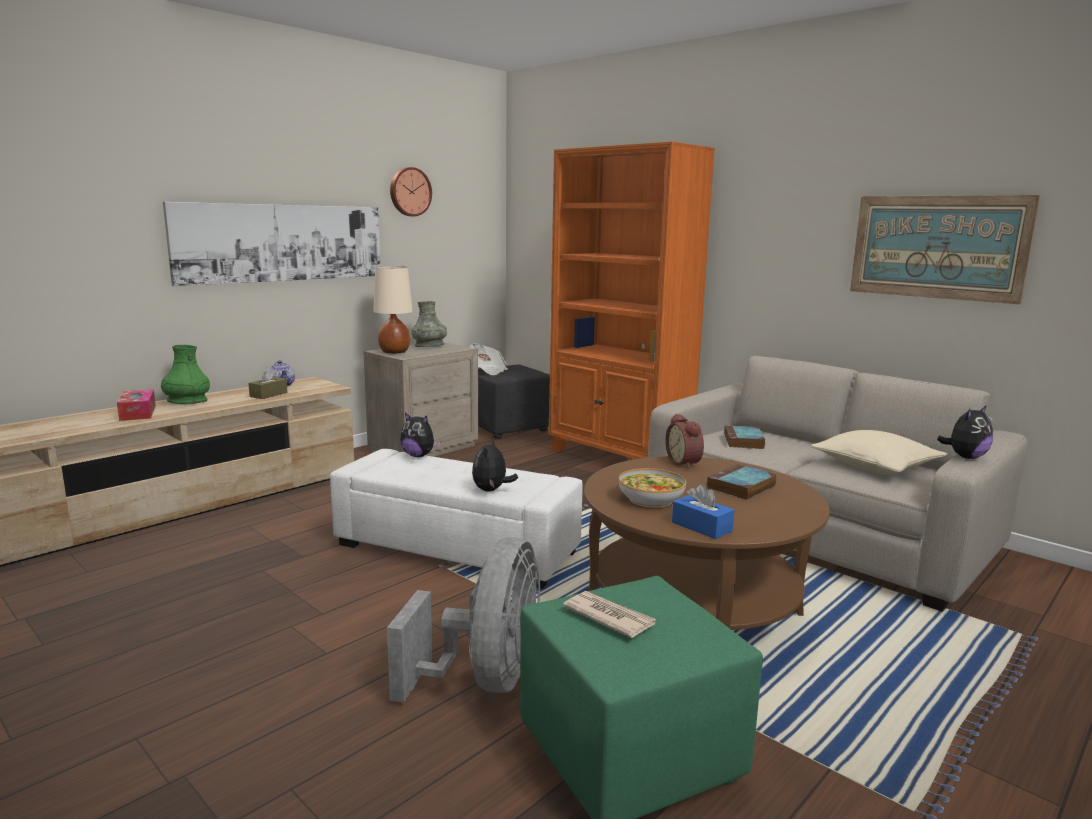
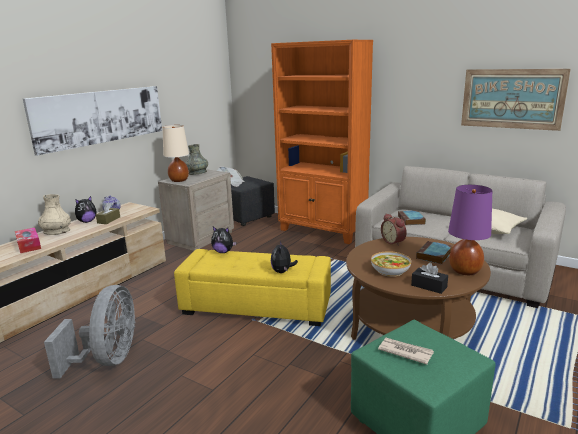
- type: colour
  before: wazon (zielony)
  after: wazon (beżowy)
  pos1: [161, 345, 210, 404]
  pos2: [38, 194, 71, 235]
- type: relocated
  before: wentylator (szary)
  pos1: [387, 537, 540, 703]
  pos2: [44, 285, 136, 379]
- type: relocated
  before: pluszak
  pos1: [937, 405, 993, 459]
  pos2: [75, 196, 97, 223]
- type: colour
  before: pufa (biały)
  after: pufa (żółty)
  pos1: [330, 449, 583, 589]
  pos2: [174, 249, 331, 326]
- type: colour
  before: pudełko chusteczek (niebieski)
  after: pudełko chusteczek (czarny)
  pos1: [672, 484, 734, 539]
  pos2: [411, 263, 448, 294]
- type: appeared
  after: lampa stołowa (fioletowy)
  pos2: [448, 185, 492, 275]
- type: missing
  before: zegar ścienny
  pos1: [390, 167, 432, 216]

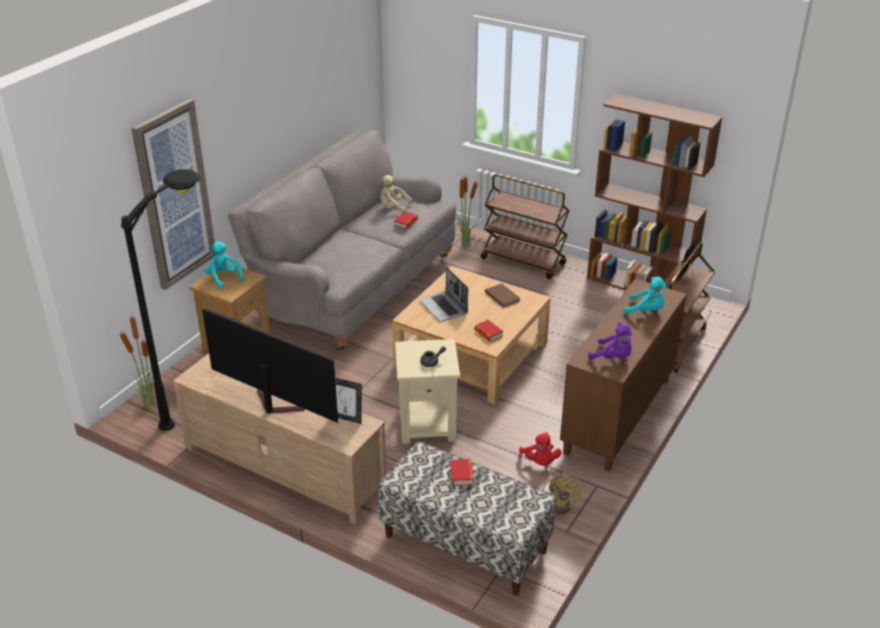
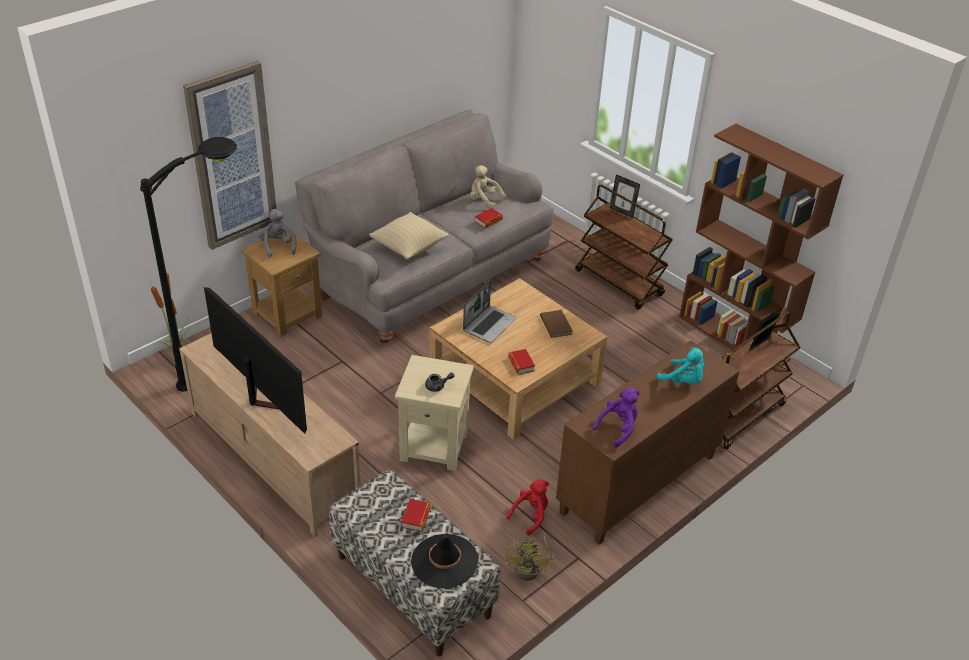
- type: colour
  before: pluszak (turkusowy)
  after: pluszak (szary)
  pos1: [204, 241, 244, 288]
  pos2: [258, 209, 296, 258]
- type: appeared
  after: poduszka (beżowy)
  pos2: [369, 212, 449, 259]
- type: appeared
  after: kapelusz (czarny)
  pos2: [411, 534, 478, 588]
- type: spun
  before: laptop
  pos1: [419, 267, 468, 322]
  pos2: [463, 281, 517, 343]
  turn: -135
- type: spun
  before: pluszak (czerwony)
  pos1: [519, 432, 562, 466]
  pos2: [507, 479, 549, 535]
  turn: -135
- type: spun
  before: pluszak (fioletowy)
  pos1: [588, 322, 632, 360]
  pos2: [592, 387, 640, 448]
  turn: -90
- type: relocated
  before: ramka na zdjęcie
  pos1: [335, 378, 362, 424]
  pos2: [610, 175, 640, 218]
- type: missing
  before: roślina doniczkowa
  pos1: [456, 175, 478, 247]

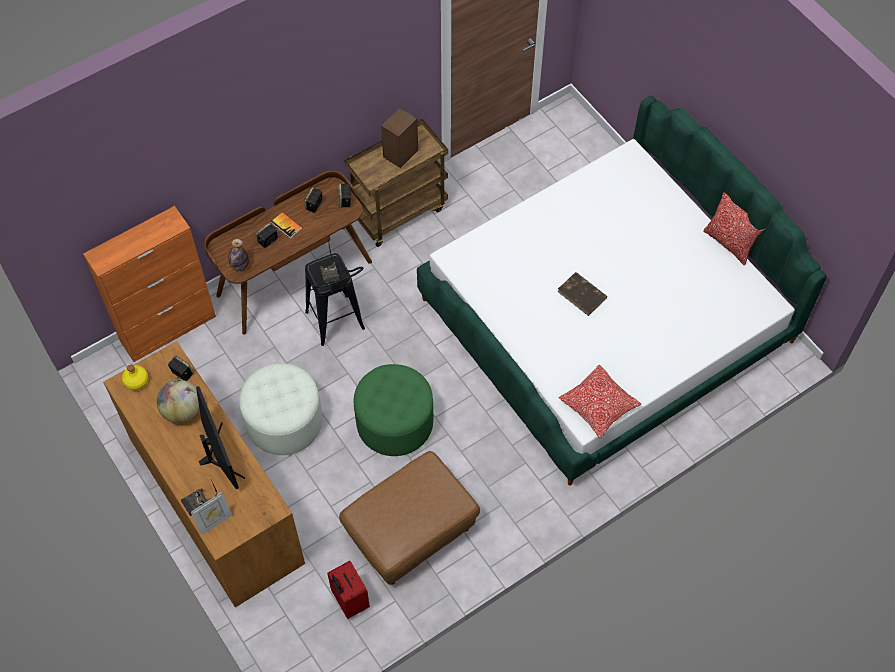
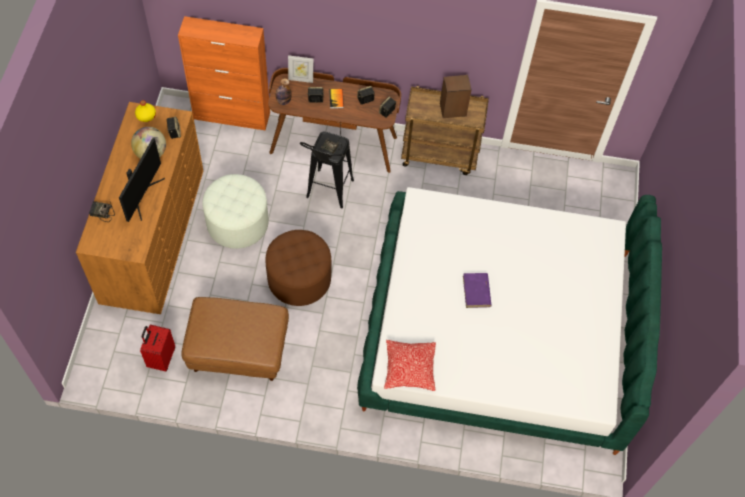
- type: colour
  before: pufa (zielony)
  after: pufa (brązowy)
  pos1: [354, 364, 433, 456]
  pos2: [265, 230, 331, 306]
- type: relocated
  before: ramka na zdjęcie
  pos1: [191, 492, 232, 535]
  pos2: [288, 55, 313, 83]
- type: colour
  before: książka (brązowy)
  after: książka (fioletowy)
  pos1: [558, 272, 607, 316]
  pos2: [463, 273, 492, 308]
- type: missing
  before: poduszka
  pos1: [703, 192, 766, 265]

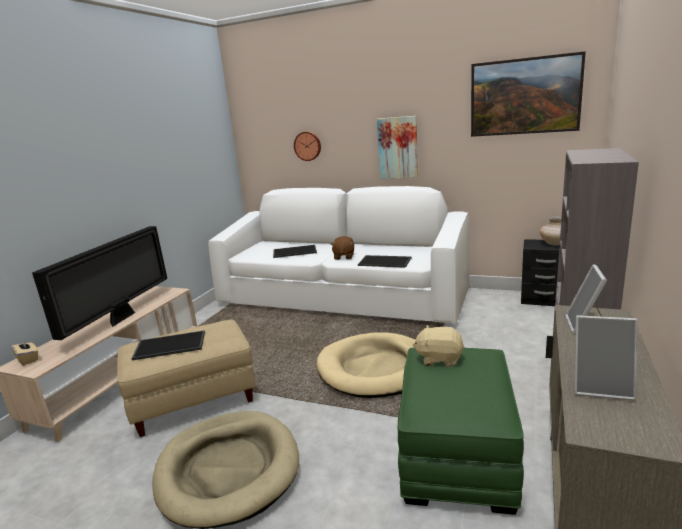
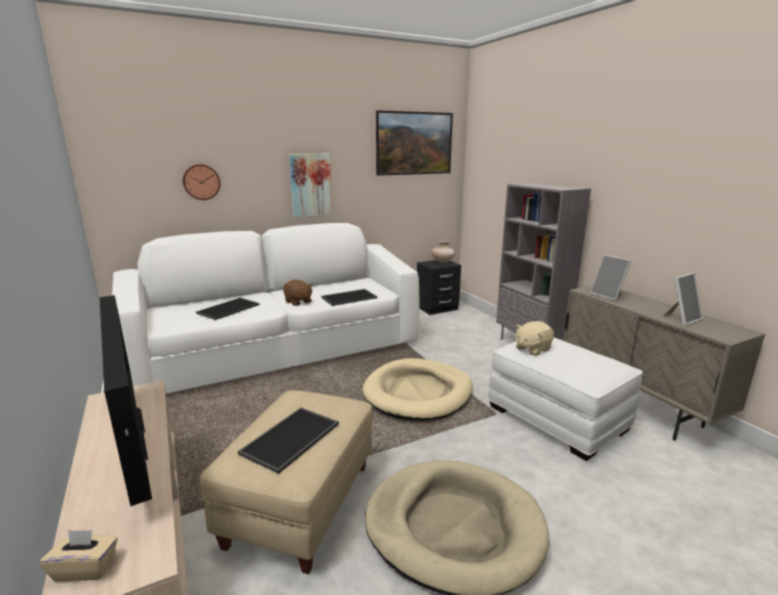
- type: colour
  before: pufa (zielony)
  after: pufa (biały)
  pos1: [398, 347, 524, 515]
  pos2: [488, 338, 643, 461]

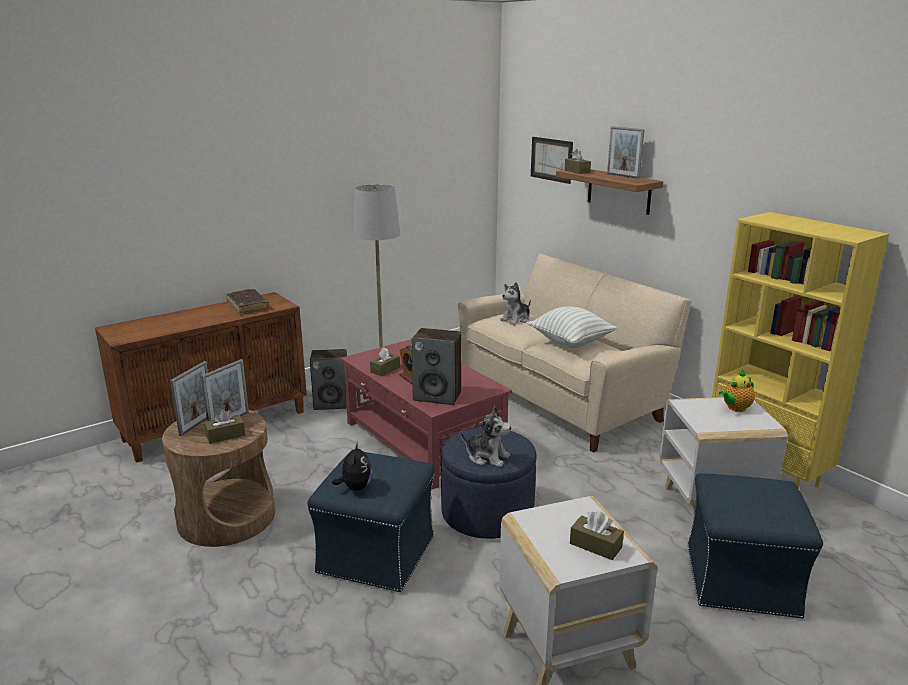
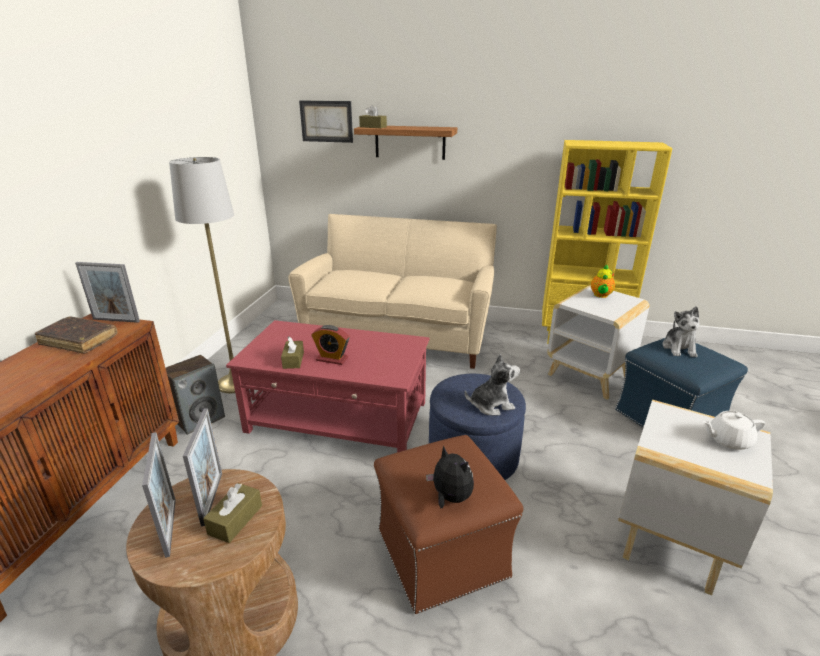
- type: relocated
  before: ramka na zdjęcie
  pos1: [607, 126, 645, 179]
  pos2: [75, 262, 140, 323]
- type: colour
  before: pufa (niebieski)
  after: pufa (brązowy)
  pos1: [307, 452, 435, 592]
  pos2: [374, 435, 523, 614]
- type: relocated
  before: pluszak
  pos1: [500, 282, 531, 325]
  pos2: [663, 306, 699, 357]
- type: exchanged
  before: pudełko chusteczek (brązowy)
  after: imbryk (biały)
  pos1: [570, 511, 624, 560]
  pos2: [703, 411, 765, 450]
- type: missing
  before: głośnik
  pos1: [411, 328, 461, 405]
- type: missing
  before: poduszka
  pos1: [528, 307, 617, 348]

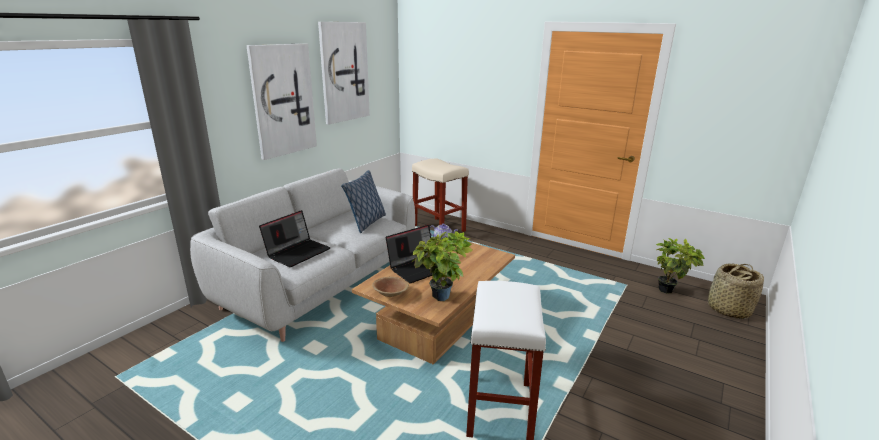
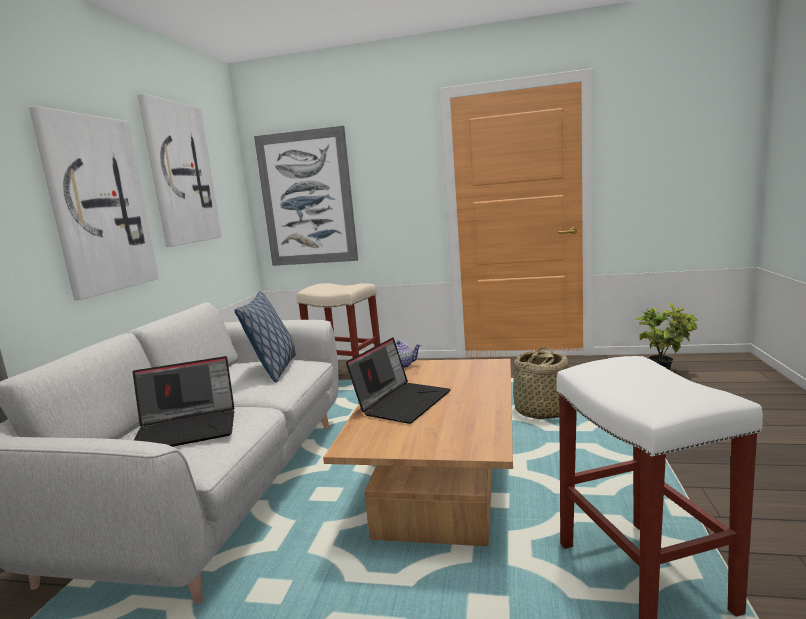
- type: spun
  before: laptop
  pos1: [259, 210, 331, 267]
  pos2: [133, 356, 234, 447]
  turn: 60
- type: appeared
  after: obraz
  pos2: [254, 126, 358, 266]
- type: relocated
  before: koszyk
  pos1: [708, 263, 764, 319]
  pos2: [512, 347, 569, 419]
- type: missing
  before: miska (brązowy)
  pos1: [372, 277, 409, 297]
- type: missing
  before: roślina doniczkowa
  pos1: [412, 231, 473, 301]

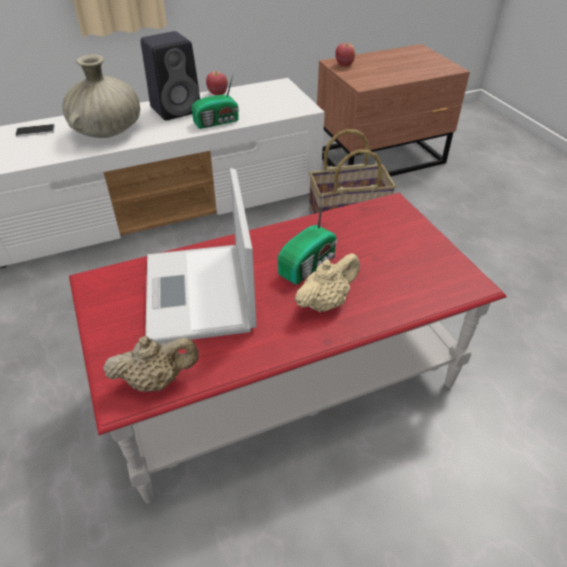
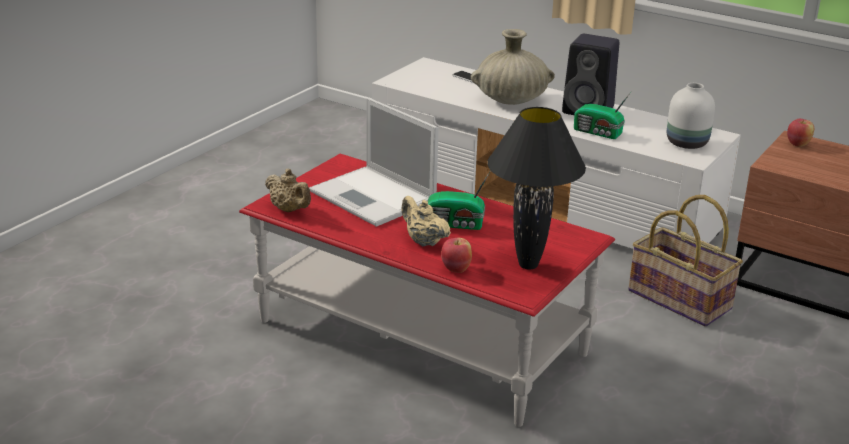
- type: spun
  before: laptop
  pos1: [145, 168, 256, 343]
  pos2: [309, 98, 439, 227]
  turn: -90
- type: spun
  before: imbryk (beżowy)
  pos1: [295, 253, 360, 312]
  pos2: [401, 196, 451, 246]
  turn: -150
- type: relocated
  before: jabłko
  pos1: [206, 71, 228, 95]
  pos2: [441, 237, 472, 273]
- type: appeared
  after: lampa stołowa (czarny)
  pos2: [487, 107, 586, 269]
- type: appeared
  after: wazon (biały)
  pos2: [667, 83, 715, 149]

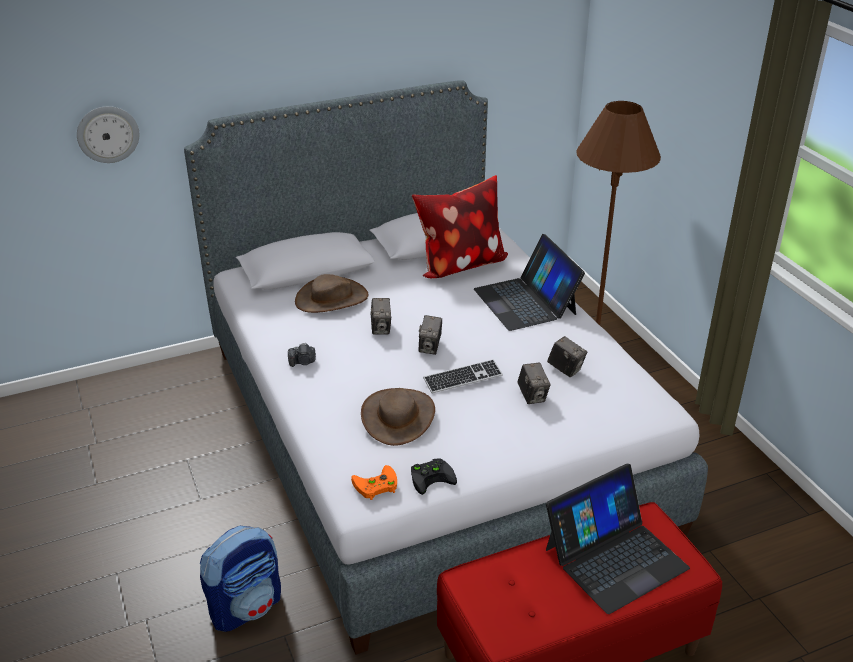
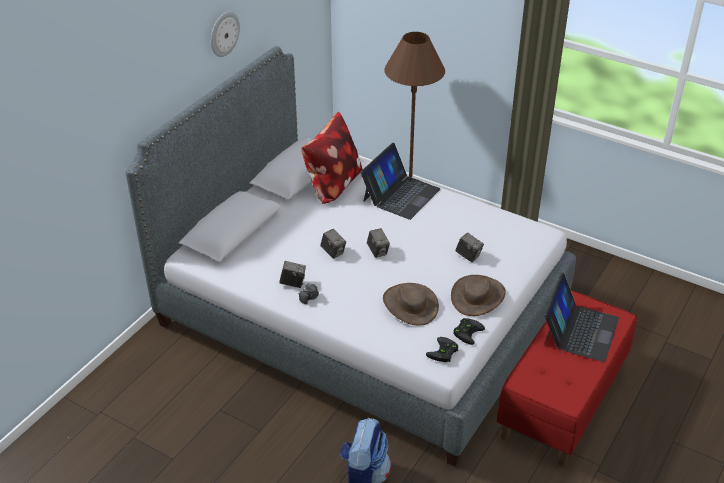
- type: relocated
  before: zegar ścienny
  pos1: [77, 106, 139, 163]
  pos2: [211, 12, 240, 57]
- type: relocated
  before: aparat fotograficzny
  pos1: [547, 336, 587, 377]
  pos2: [280, 261, 306, 288]
- type: spun
  before: laptop
  pos1: [474, 234, 585, 331]
  pos2: [360, 143, 440, 220]
  turn: -90
- type: colour
  before: pad do gier (pomarańczowy)
  after: pad do gier (czarny)
  pos1: [351, 465, 397, 500]
  pos2: [426, 337, 458, 362]
- type: relocated
  before: kapelusz (brązowy)
  pos1: [295, 274, 369, 313]
  pos2: [451, 275, 506, 316]
- type: missing
  before: klawiatura
  pos1: [423, 359, 503, 393]

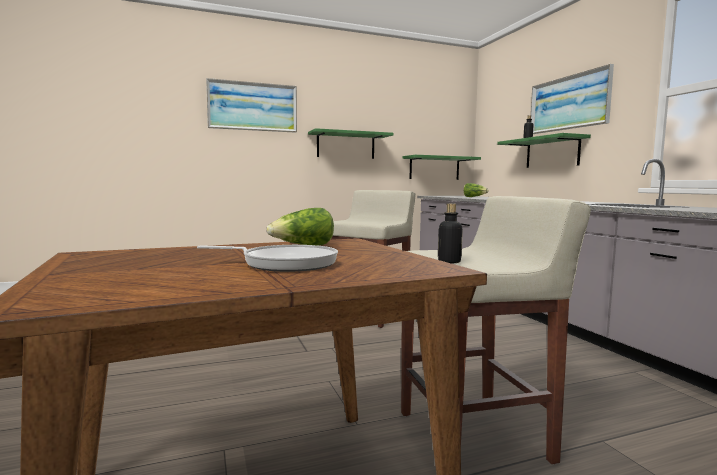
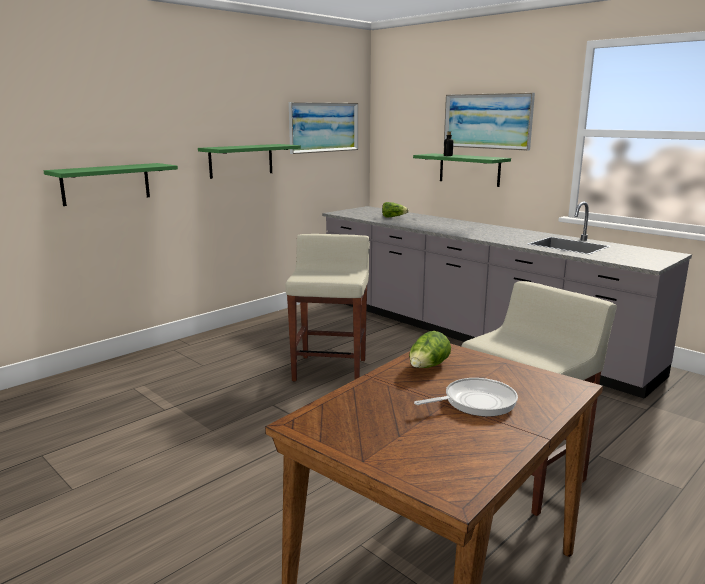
- type: relocated
  before: półka (zielony)
  pos1: [402, 155, 481, 180]
  pos2: [44, 163, 178, 206]
- type: relocated
  before: obraz
  pos1: [206, 78, 297, 133]
  pos2: [289, 102, 358, 154]
- type: missing
  before: butelka
  pos1: [438, 204, 463, 263]

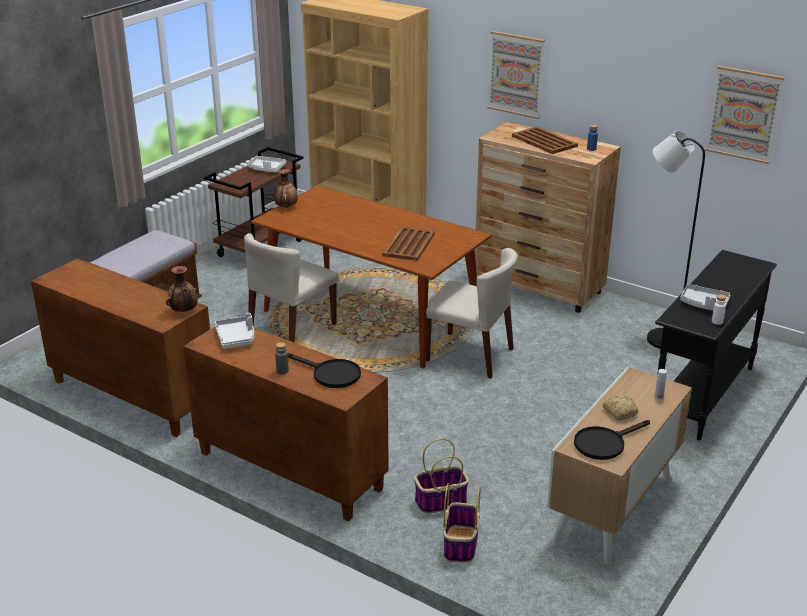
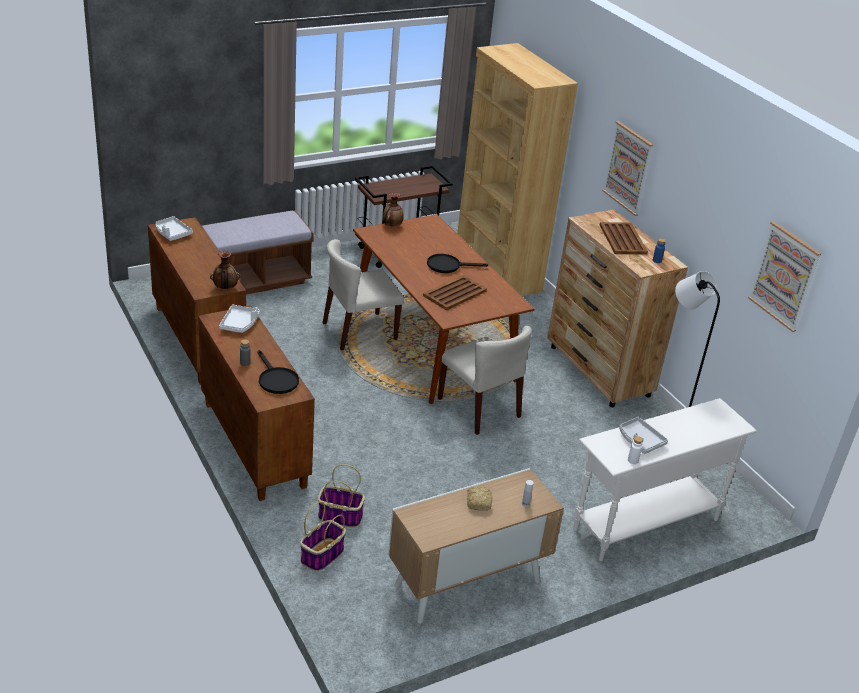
- type: relocated
  before: taca (biały)
  pos1: [248, 156, 286, 172]
  pos2: [156, 216, 193, 241]
- type: relocated
  before: patelnia (czarny)
  pos1: [574, 420, 650, 460]
  pos2: [427, 254, 488, 273]
- type: colour
  before: stolik konsolowy (czarny)
  after: stolik konsolowy (biały)
  pos1: [655, 250, 777, 441]
  pos2: [573, 398, 757, 561]

